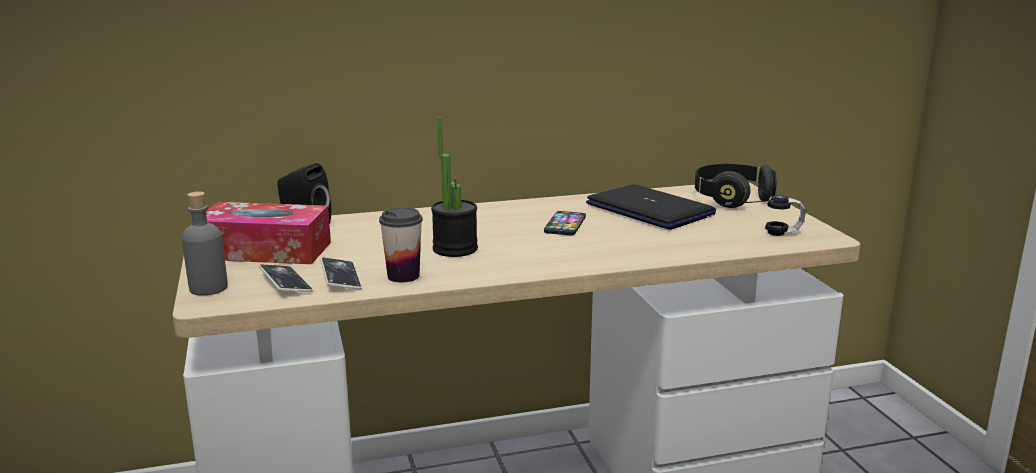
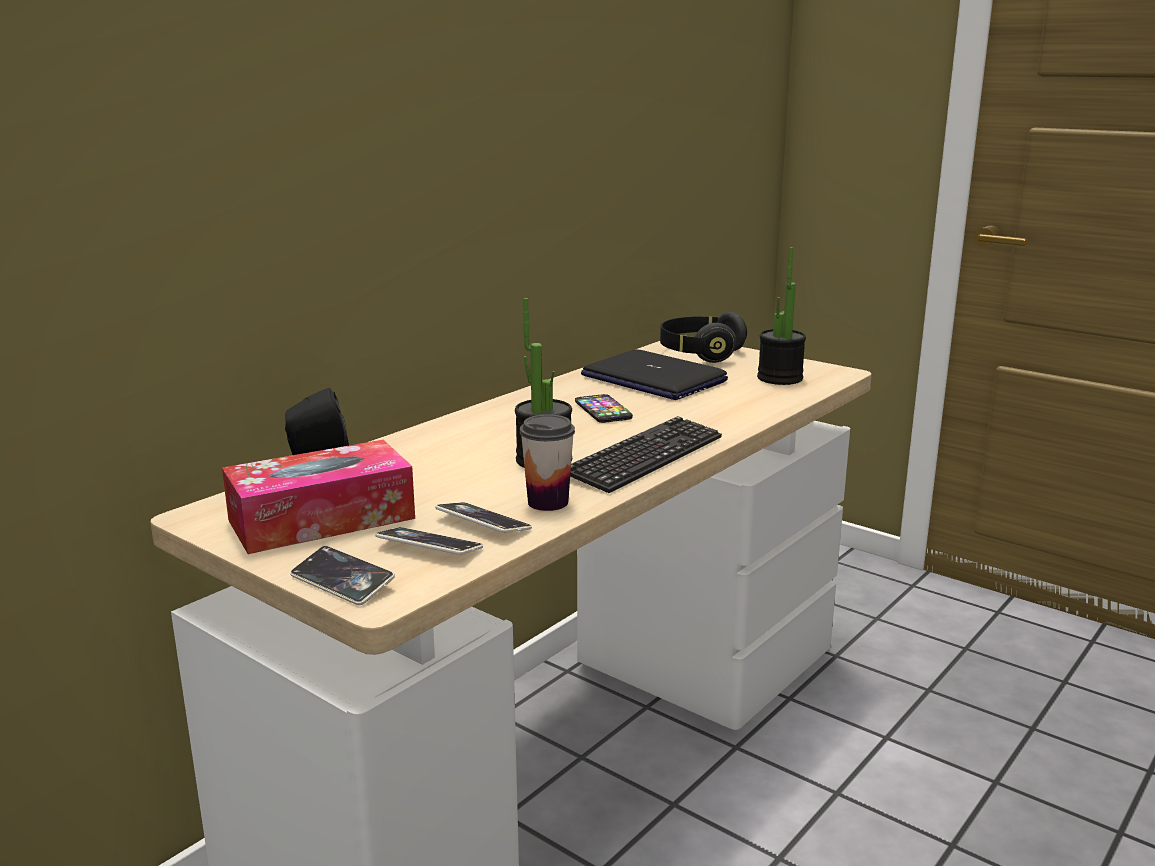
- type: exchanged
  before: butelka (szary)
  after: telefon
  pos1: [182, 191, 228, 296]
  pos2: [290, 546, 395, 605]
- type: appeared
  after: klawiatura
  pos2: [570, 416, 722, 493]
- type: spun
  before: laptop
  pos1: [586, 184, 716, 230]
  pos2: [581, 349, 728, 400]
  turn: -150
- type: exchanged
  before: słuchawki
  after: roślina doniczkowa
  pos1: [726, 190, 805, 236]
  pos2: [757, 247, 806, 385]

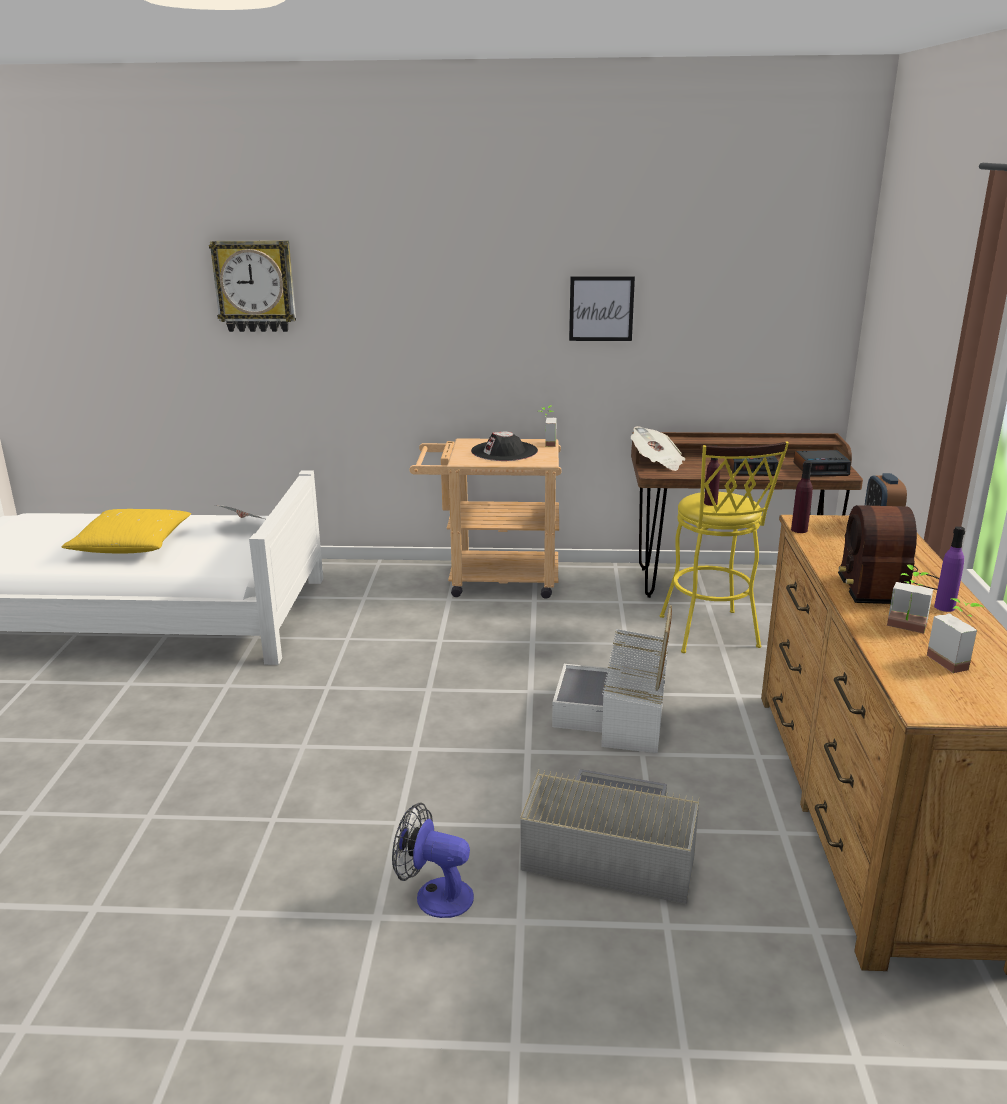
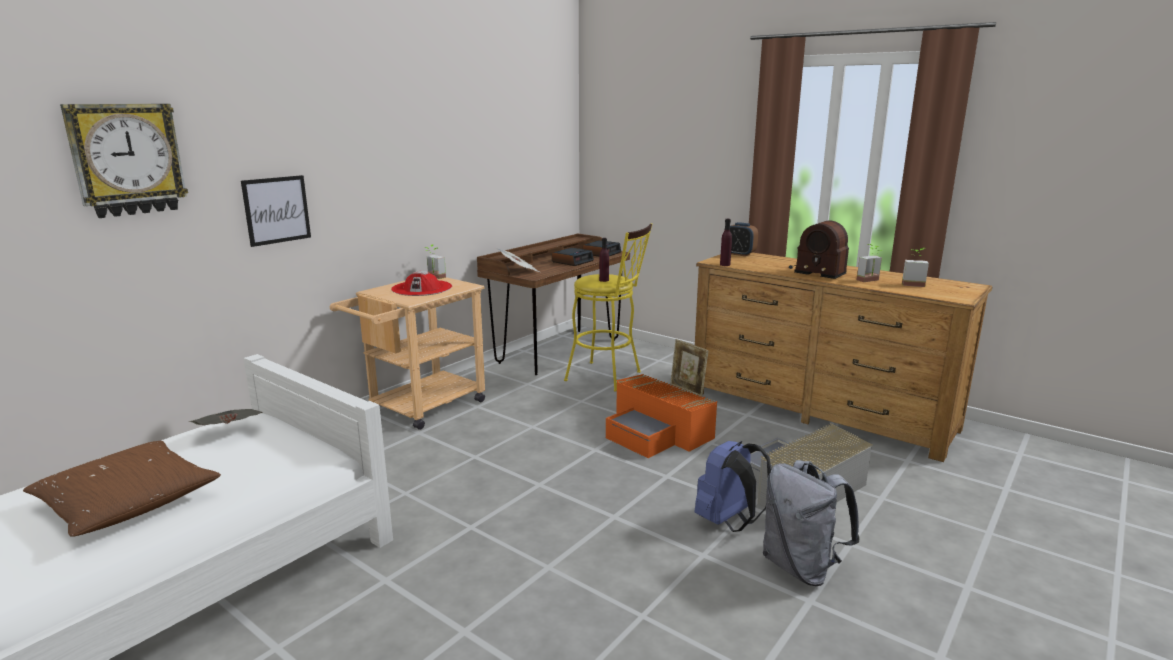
- type: colour
  before: poduszka (żółty)
  after: poduszka (brązowy)
  pos1: [62, 509, 191, 554]
  pos2: [23, 441, 221, 537]
- type: relocated
  before: obraz
  pos1: [569, 276, 635, 341]
  pos2: [241, 175, 311, 247]
- type: colour
  before: kapelusz (czarny)
  after: kapelusz (czerwony)
  pos1: [471, 432, 538, 461]
  pos2: [391, 271, 452, 296]
- type: colour
  before: pojemnik do przechowywania (biały)
  after: pojemnik do przechowywania (pomarańczowy)
  pos1: [552, 629, 669, 753]
  pos2: [606, 374, 718, 458]
- type: appeared
  after: plecak (niebieski)
  pos2: [694, 441, 771, 532]
- type: exchanged
  before: wentylator
  after: plecak (szary)
  pos1: [392, 802, 474, 918]
  pos2: [763, 460, 860, 586]
- type: missing
  before: butelka (fioletowy)
  pos1: [934, 526, 965, 612]

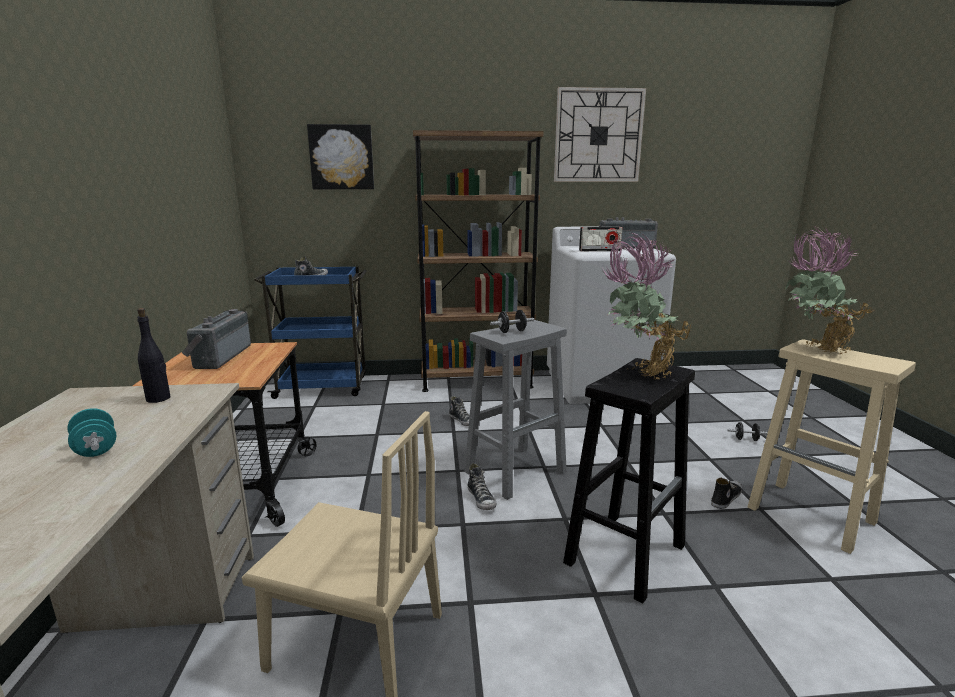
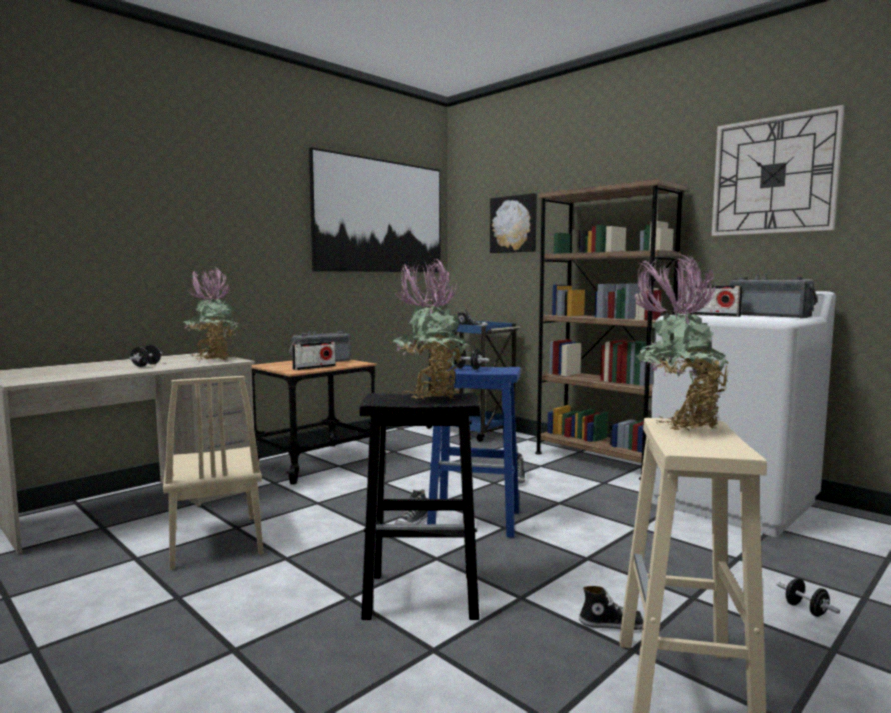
- type: colour
  before: hantel (turkusowy)
  after: hantel (czarny)
  pos1: [67, 408, 116, 457]
  pos2: [129, 345, 162, 367]
- type: exchanged
  before: butelka (czarny)
  after: roślina doniczkowa
  pos1: [137, 308, 171, 403]
  pos2: [184, 268, 238, 360]
- type: appeared
  after: radio
  pos2: [292, 341, 336, 370]
- type: appeared
  after: obraz
  pos2: [309, 147, 440, 272]
- type: colour
  before: stołek (szary)
  after: stołek (niebieski)
  pos1: [465, 320, 567, 500]
  pos2: [427, 365, 521, 538]

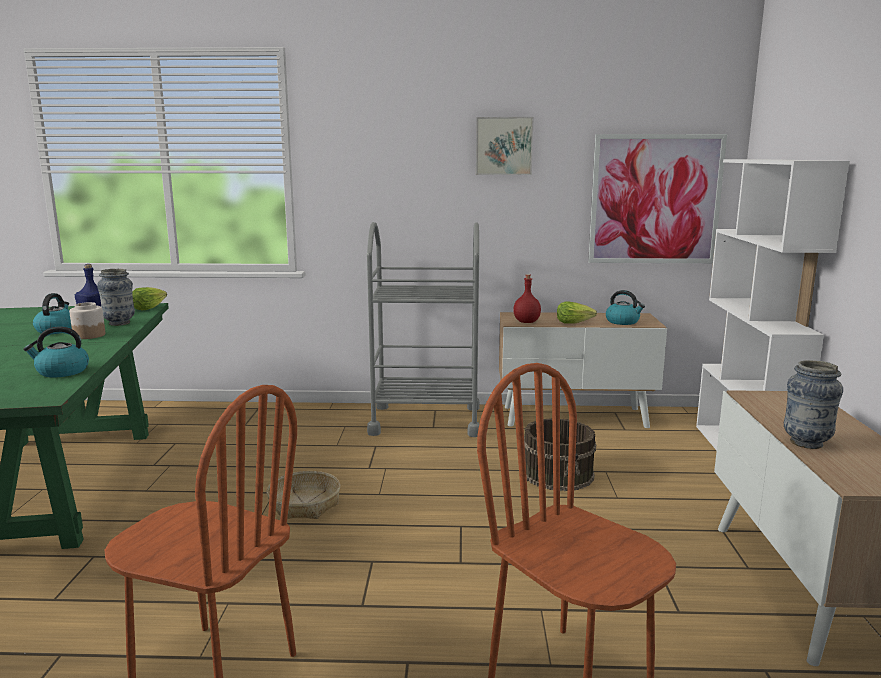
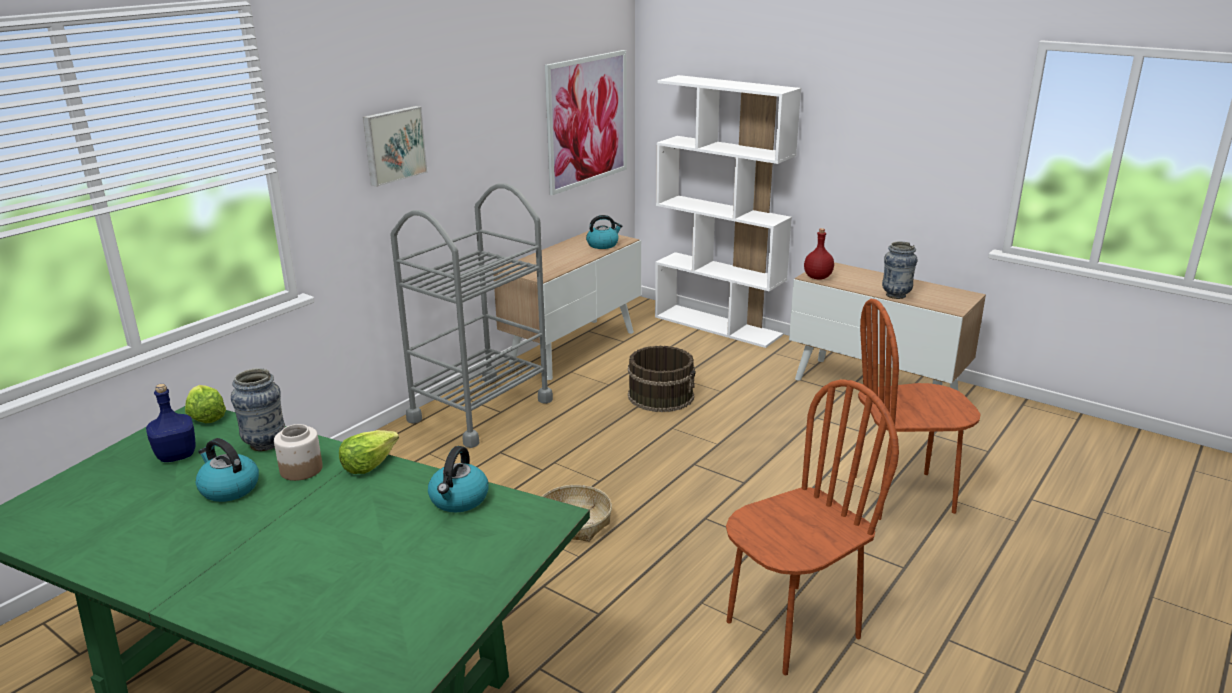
- type: relocated
  before: sałata
  pos1: [557, 301, 597, 324]
  pos2: [339, 430, 399, 474]
- type: relocated
  before: obraz
  pos1: [476, 117, 534, 175]
  pos2: [363, 106, 428, 187]
- type: relocated
  before: butelka (czerwony)
  pos1: [513, 274, 541, 323]
  pos2: [804, 228, 834, 280]

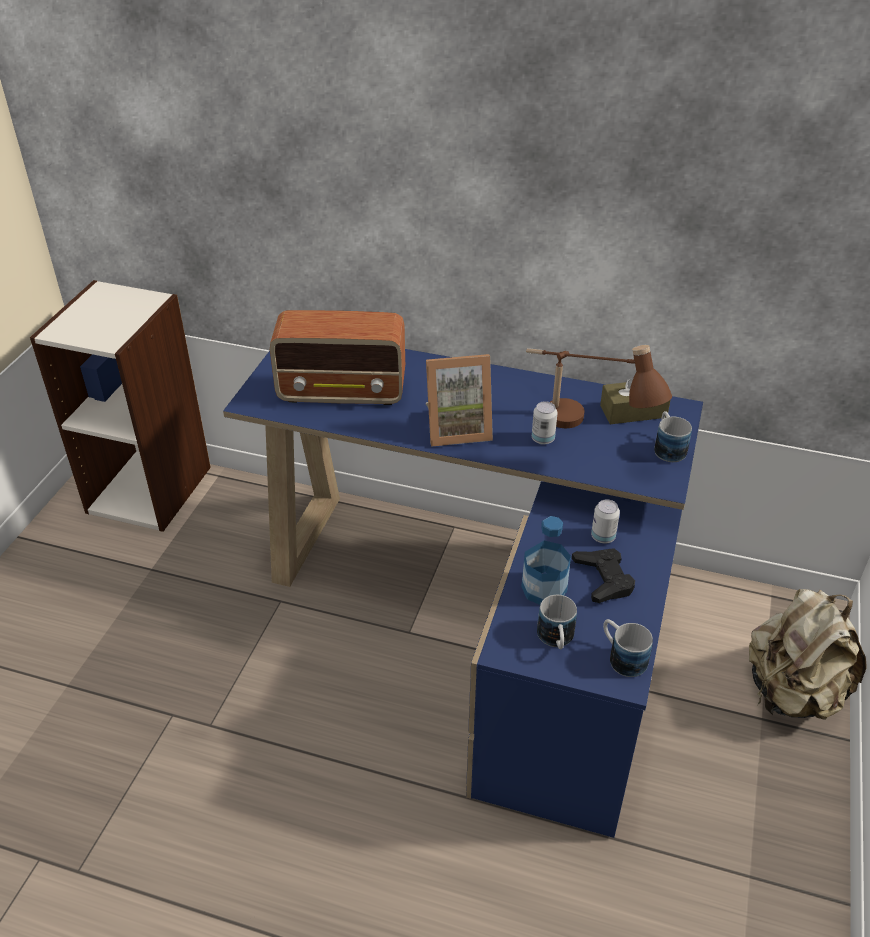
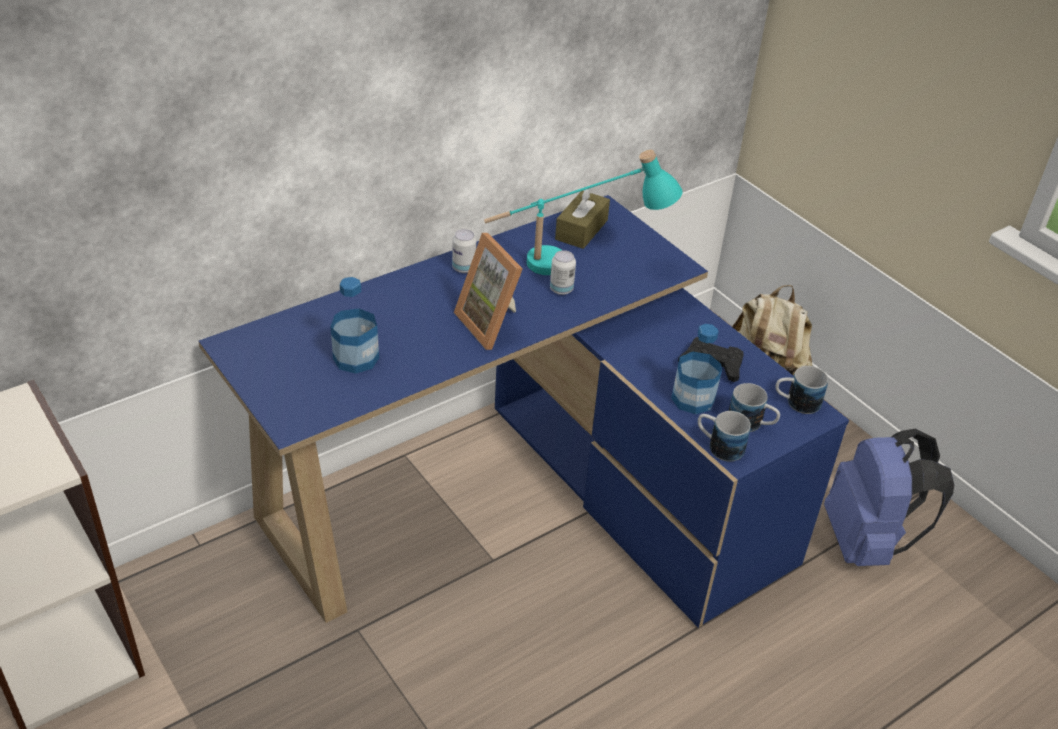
- type: exchanged
  before: radio
  after: butelka
  pos1: [270, 310, 405, 405]
  pos2: [330, 277, 379, 374]
- type: relocated
  before: puszka
  pos1: [591, 499, 620, 543]
  pos2: [452, 229, 476, 273]
- type: spun
  before: ramka na zdjęcie
  pos1: [426, 354, 493, 447]
  pos2: [454, 233, 523, 350]
  turn: 120
- type: colour
  before: lampa stołowa (brązowy)
  after: lampa stołowa (turkusowy)
  pos1: [526, 345, 672, 428]
  pos2: [484, 150, 683, 275]
- type: relocated
  before: kubek
  pos1: [654, 411, 692, 462]
  pos2: [698, 411, 751, 462]
- type: appeared
  after: plecak (niebieski)
  pos2: [824, 429, 954, 566]

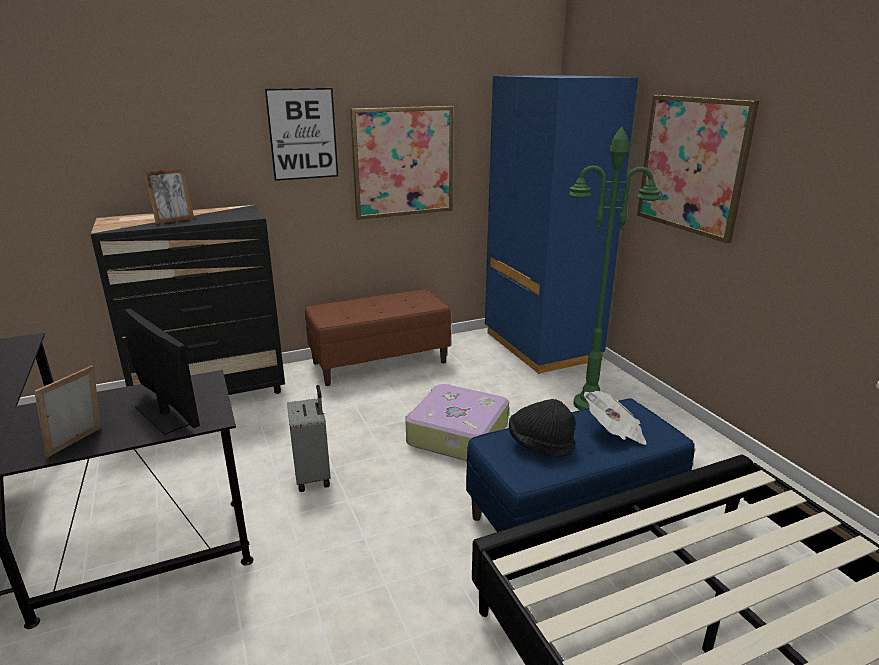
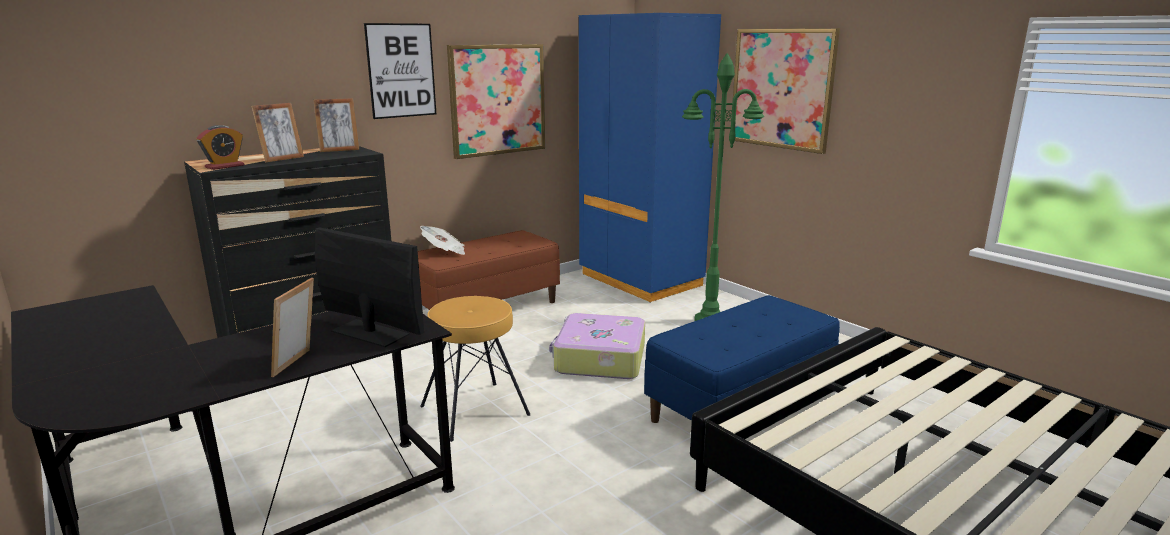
- type: appeared
  after: budzik
  pos2: [196, 125, 244, 170]
- type: appeared
  after: ramka na zdjęcie
  pos2: [313, 98, 359, 152]
- type: relocated
  before: gazeta
  pos1: [584, 391, 647, 445]
  pos2: [420, 226, 465, 255]
- type: exchanged
  before: walizka (szary)
  after: stołek (brązowy)
  pos1: [287, 385, 331, 492]
  pos2: [420, 296, 530, 442]
- type: missing
  before: kapelusz (czarny)
  pos1: [509, 399, 575, 457]

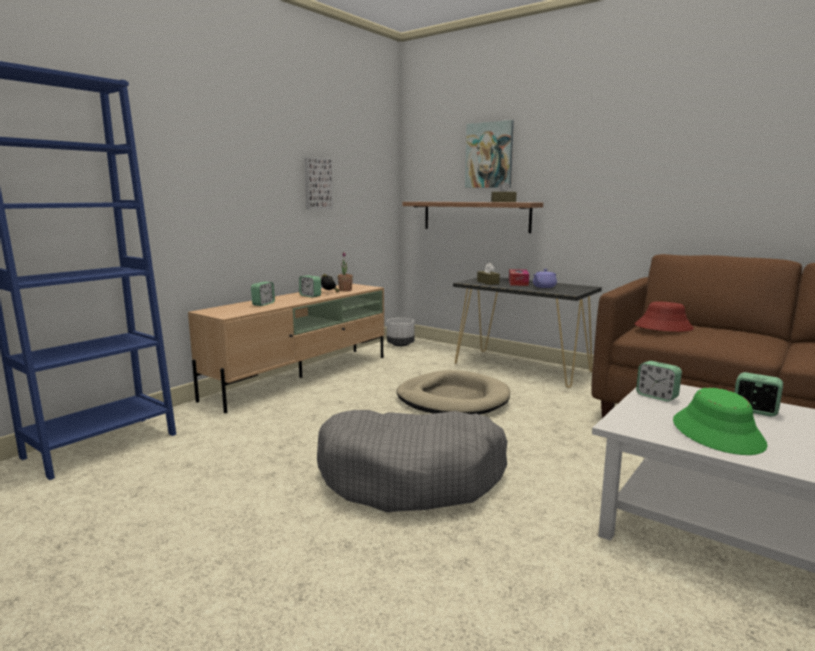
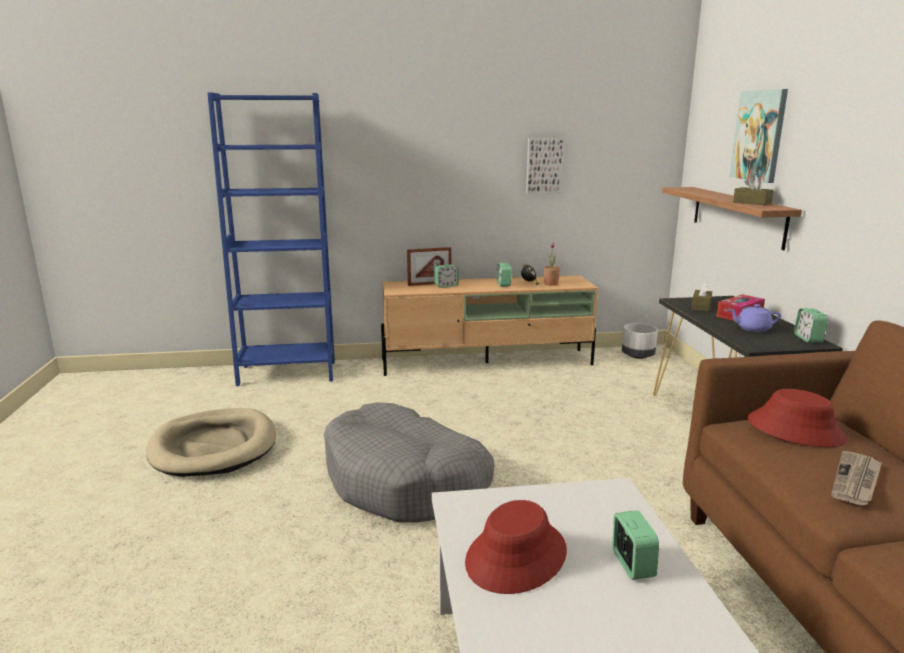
- type: relocated
  before: legowisko (beżowy)
  pos1: [397, 370, 510, 414]
  pos2: [146, 408, 276, 477]
- type: appeared
  after: ramka na zdjęcie
  pos2: [407, 247, 451, 286]
- type: colour
  before: kapelusz (zielony)
  after: kapelusz (czerwony)
  pos1: [673, 387, 768, 455]
  pos2: [465, 500, 567, 594]
- type: relocated
  before: budzik
  pos1: [636, 361, 682, 401]
  pos2: [794, 308, 828, 343]
- type: appeared
  after: gazeta
  pos2: [831, 451, 882, 506]

